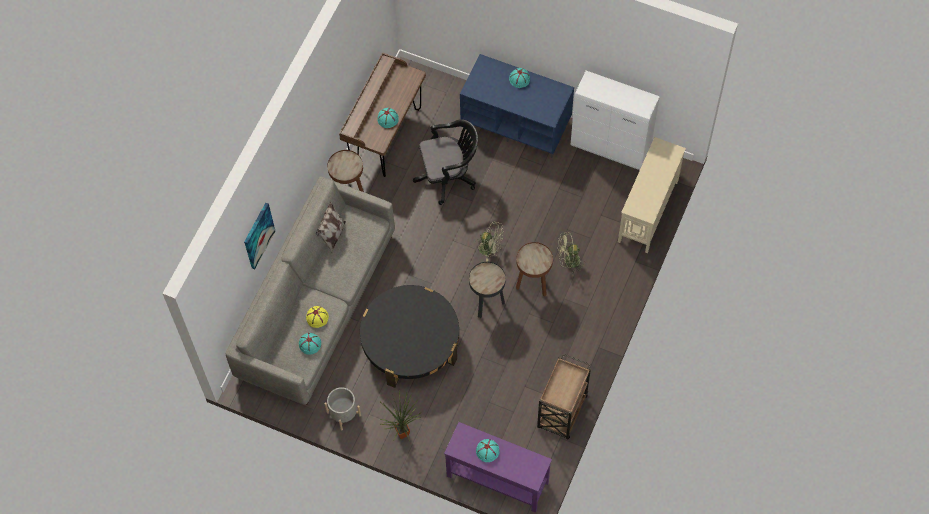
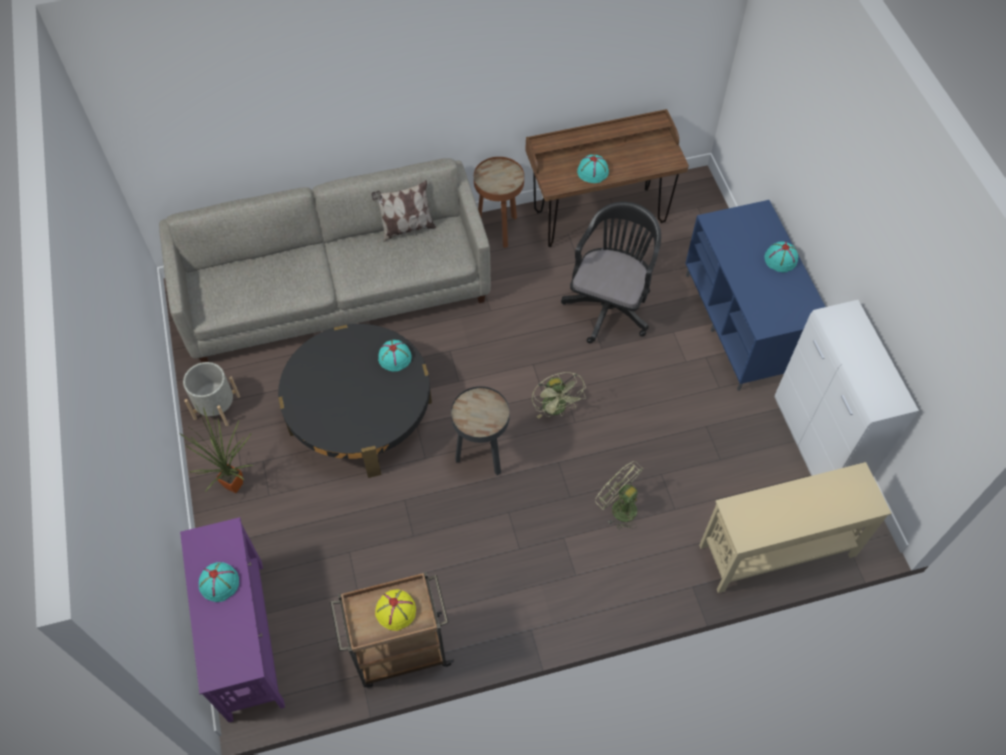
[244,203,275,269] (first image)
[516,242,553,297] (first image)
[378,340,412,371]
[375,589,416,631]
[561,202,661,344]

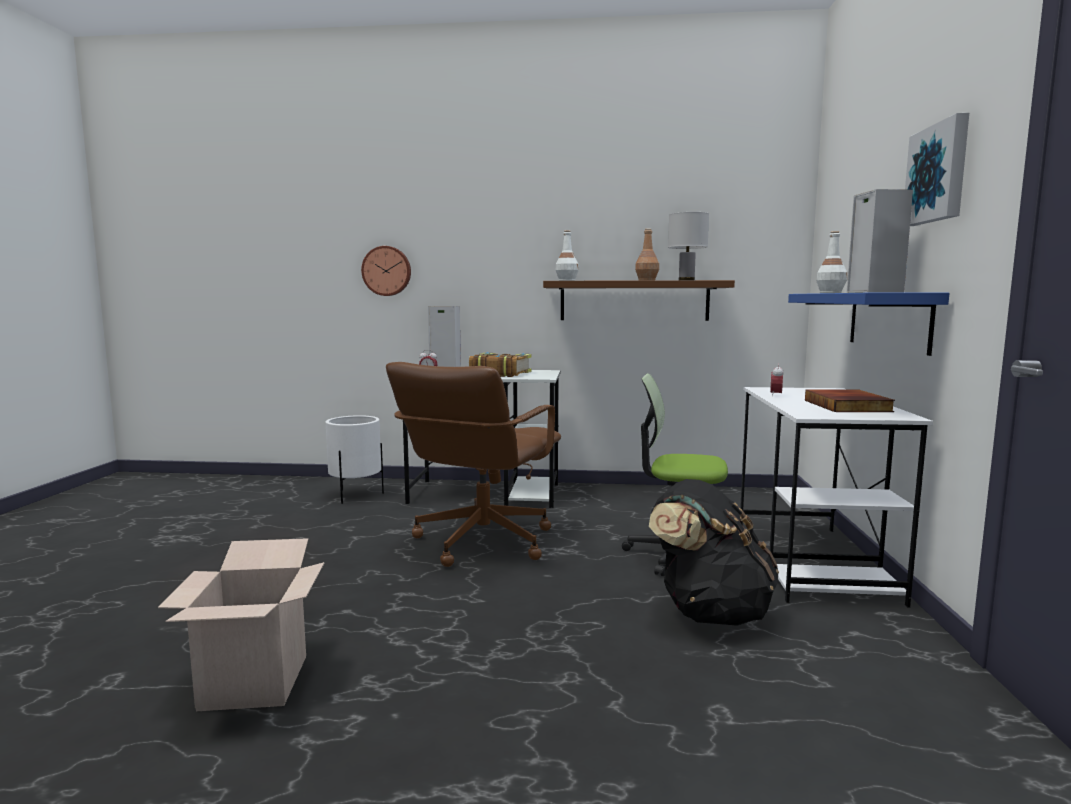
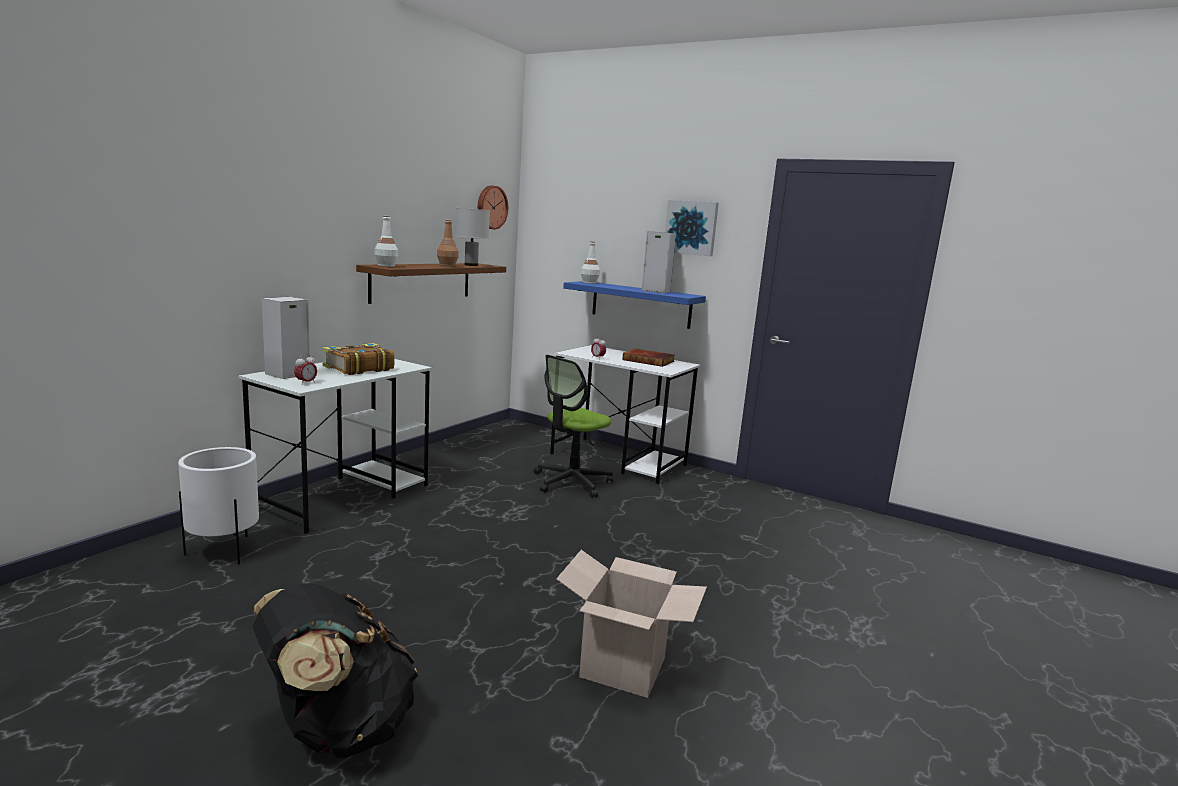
[386,362,561,567] (first image)
[478,186,508,229]
[252,583,418,758]

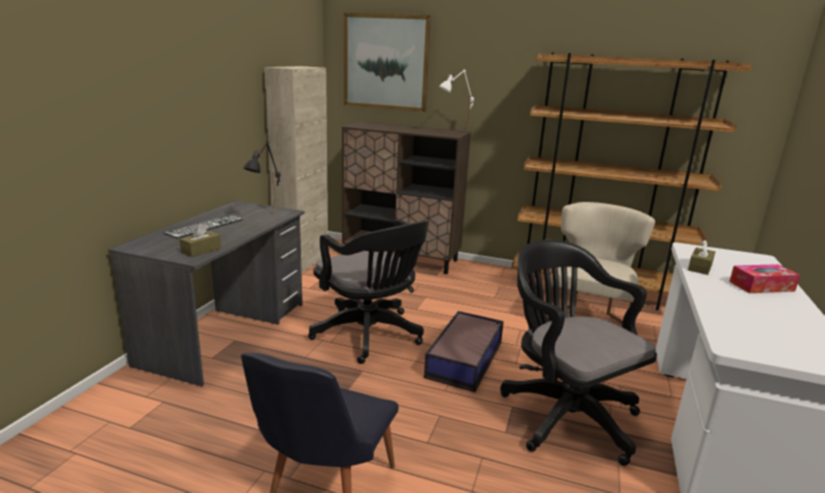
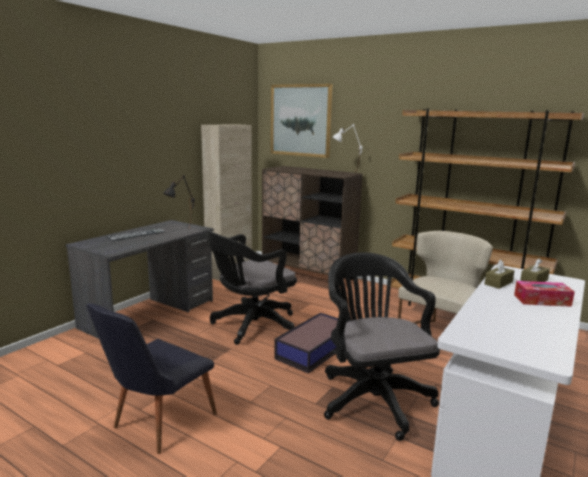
[520,258,550,282]
[207,230,297,345]

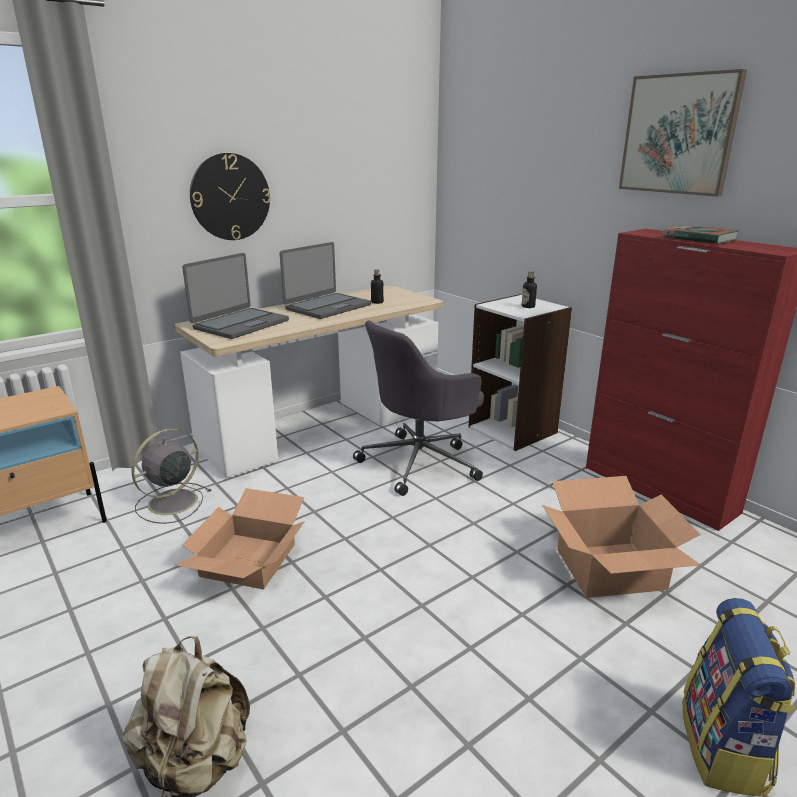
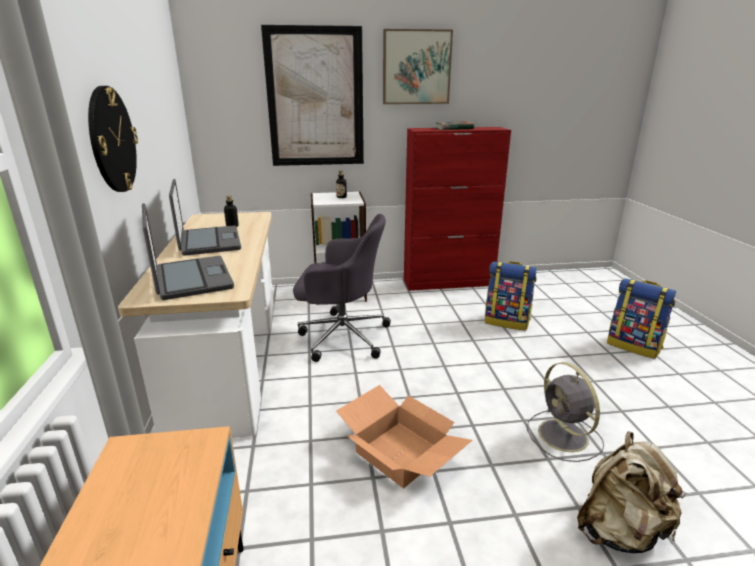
[261,25,364,166]
[527,362,604,462]
[485,261,537,330]
[293,214,391,362]

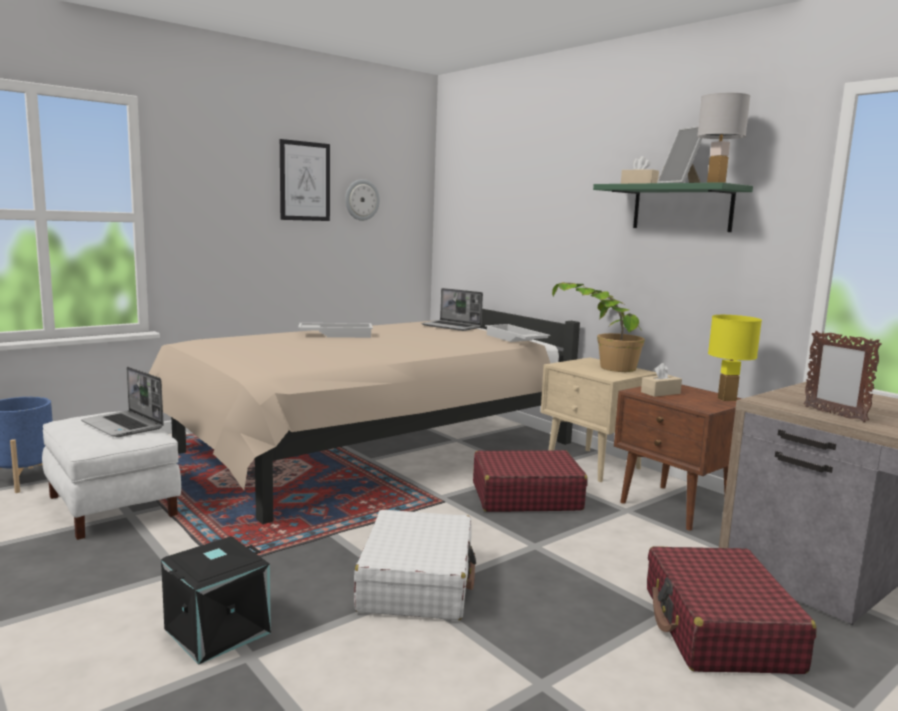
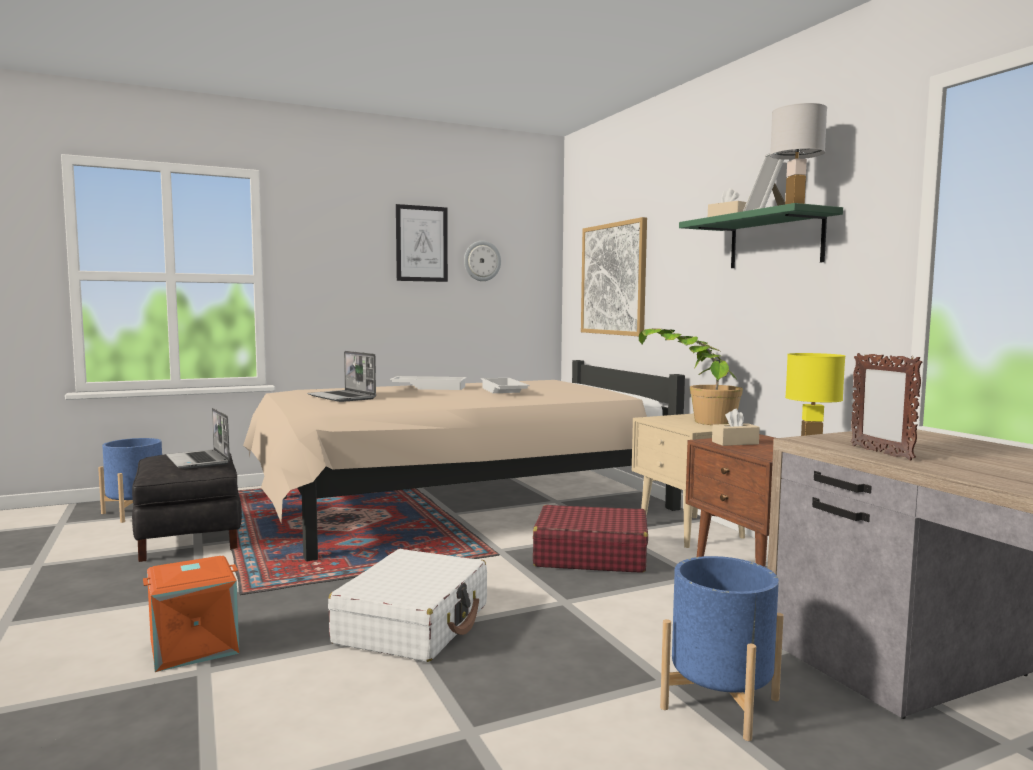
[581,217,647,336]
[307,351,376,402]
[481,378,530,393]
[660,556,784,741]
[132,453,242,562]
[143,556,239,672]

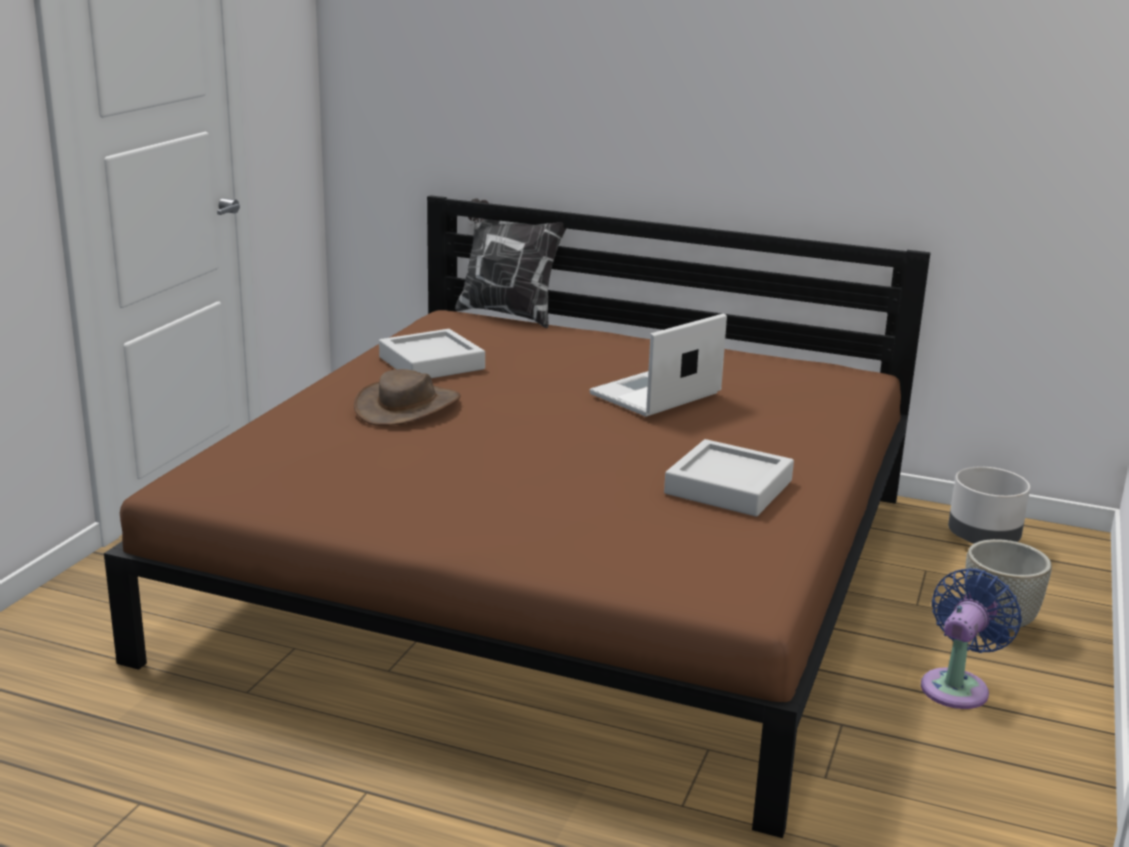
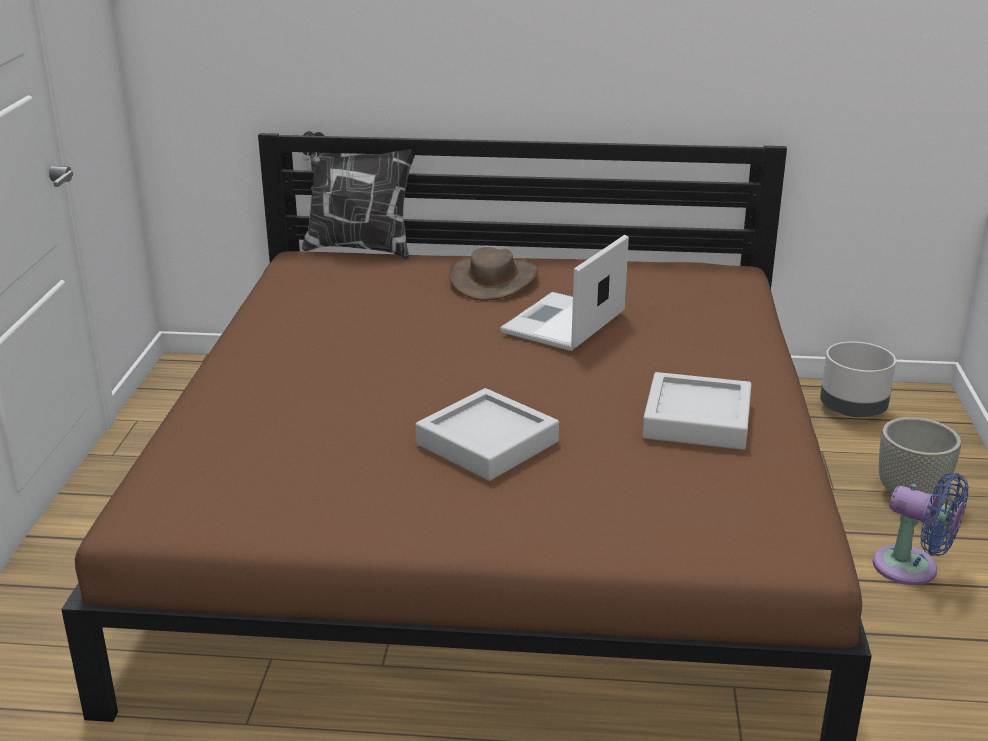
[449,247,538,301]
[415,388,559,481]
[873,473,969,585]

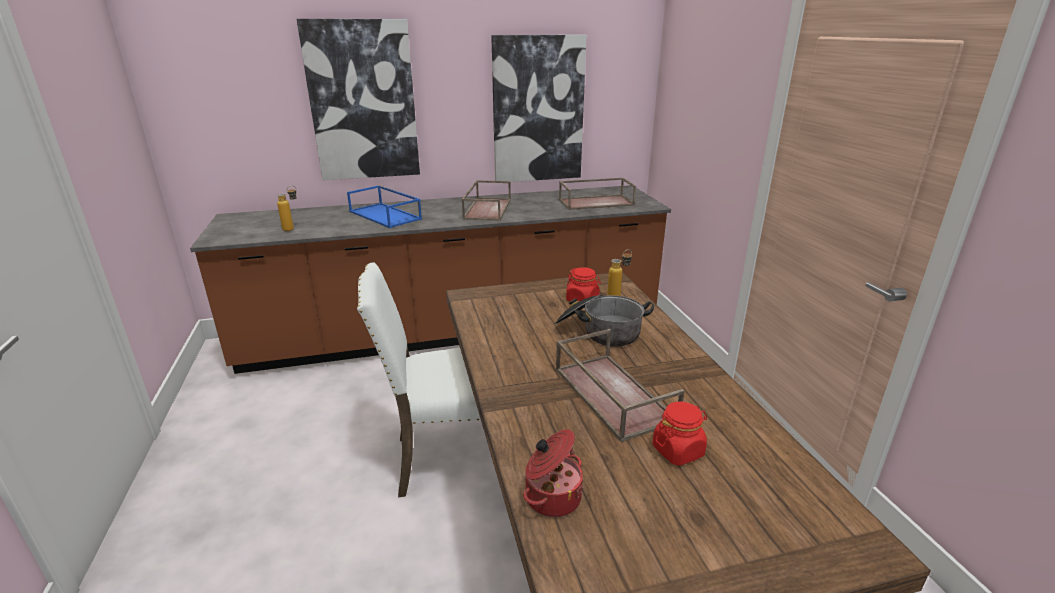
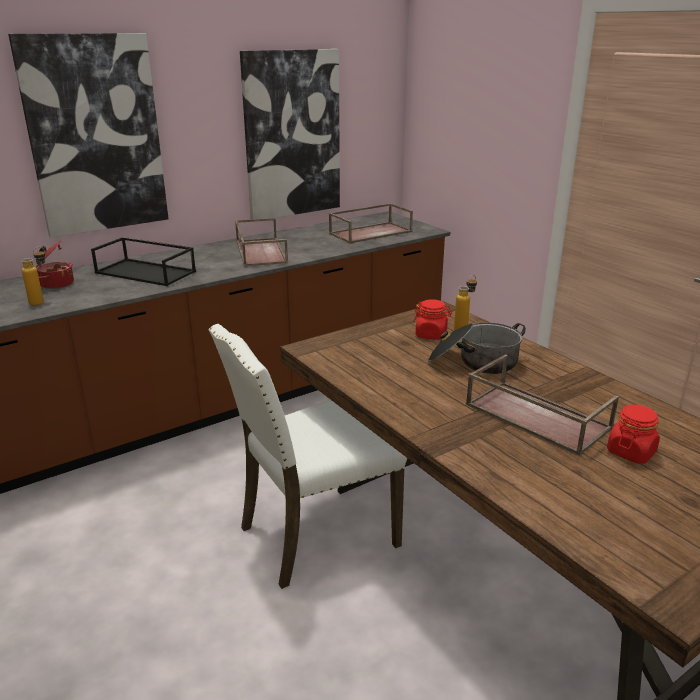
[36,241,74,289]
[91,237,196,286]

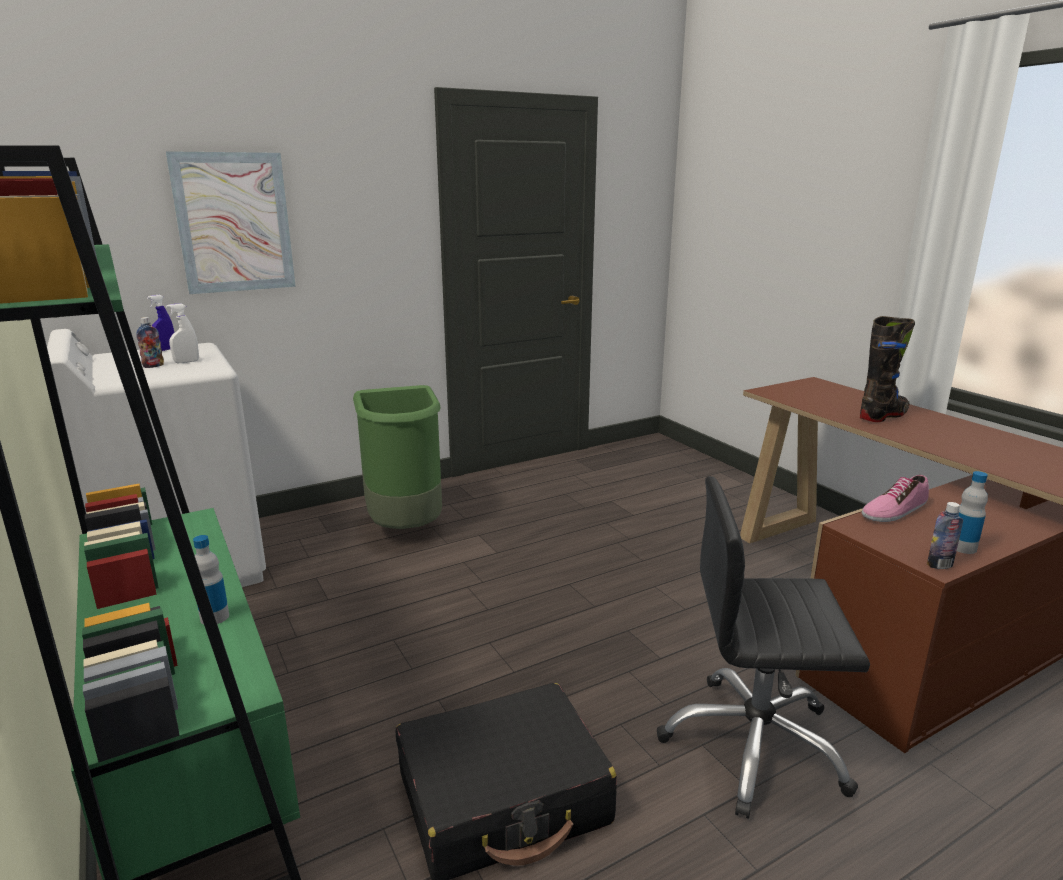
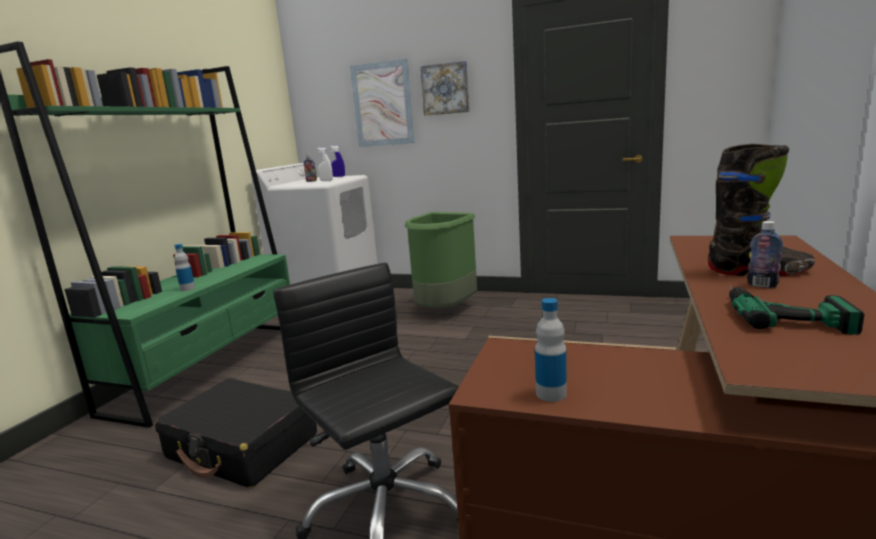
[862,475,929,522] (first image)
[420,61,470,116]
[729,286,865,335]
[747,221,783,288]

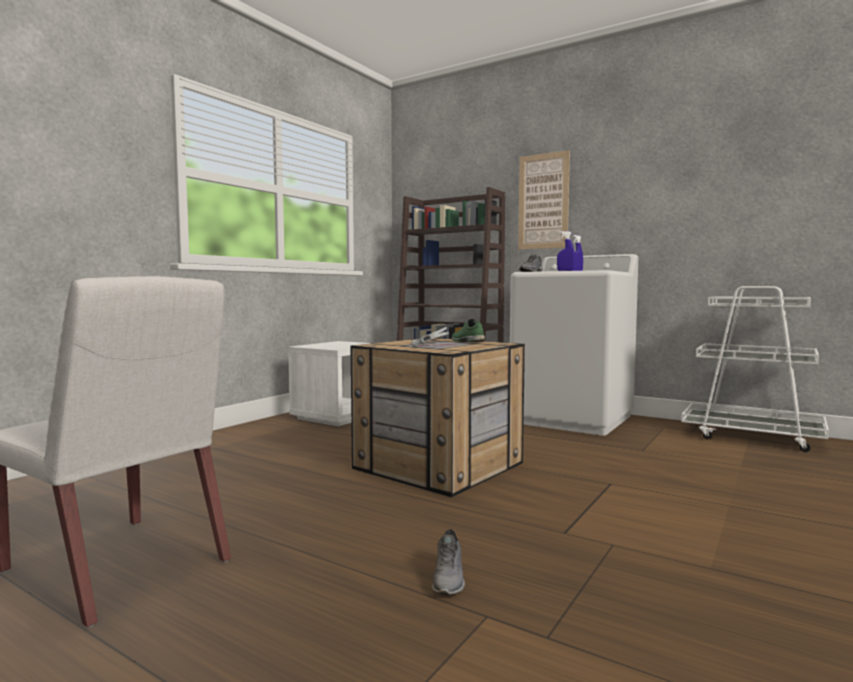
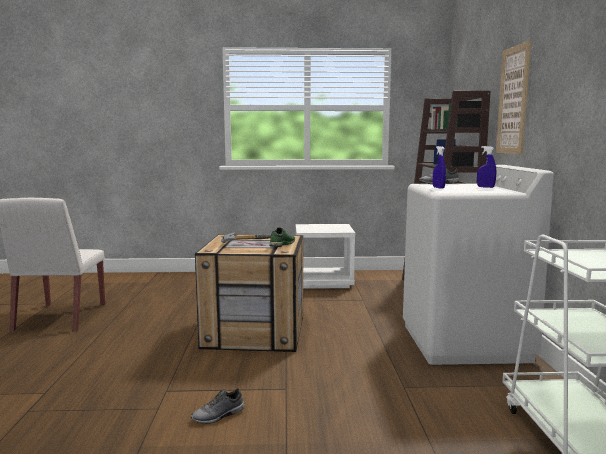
[191,389,245,424]

